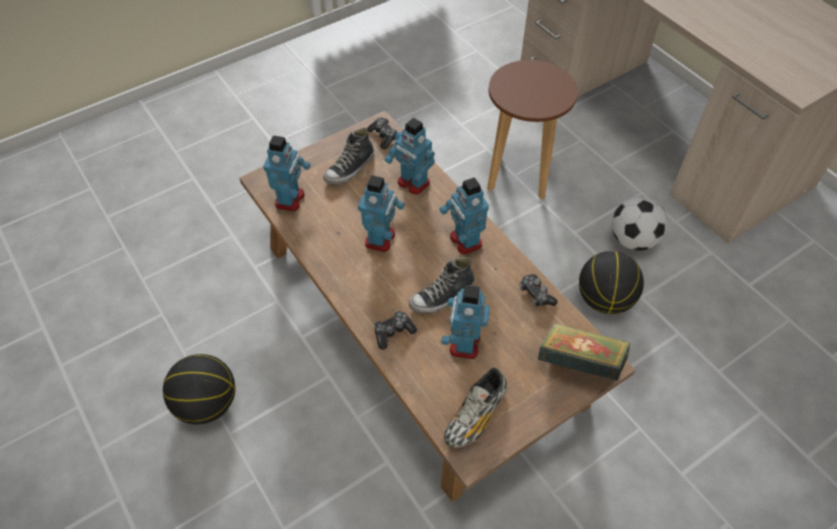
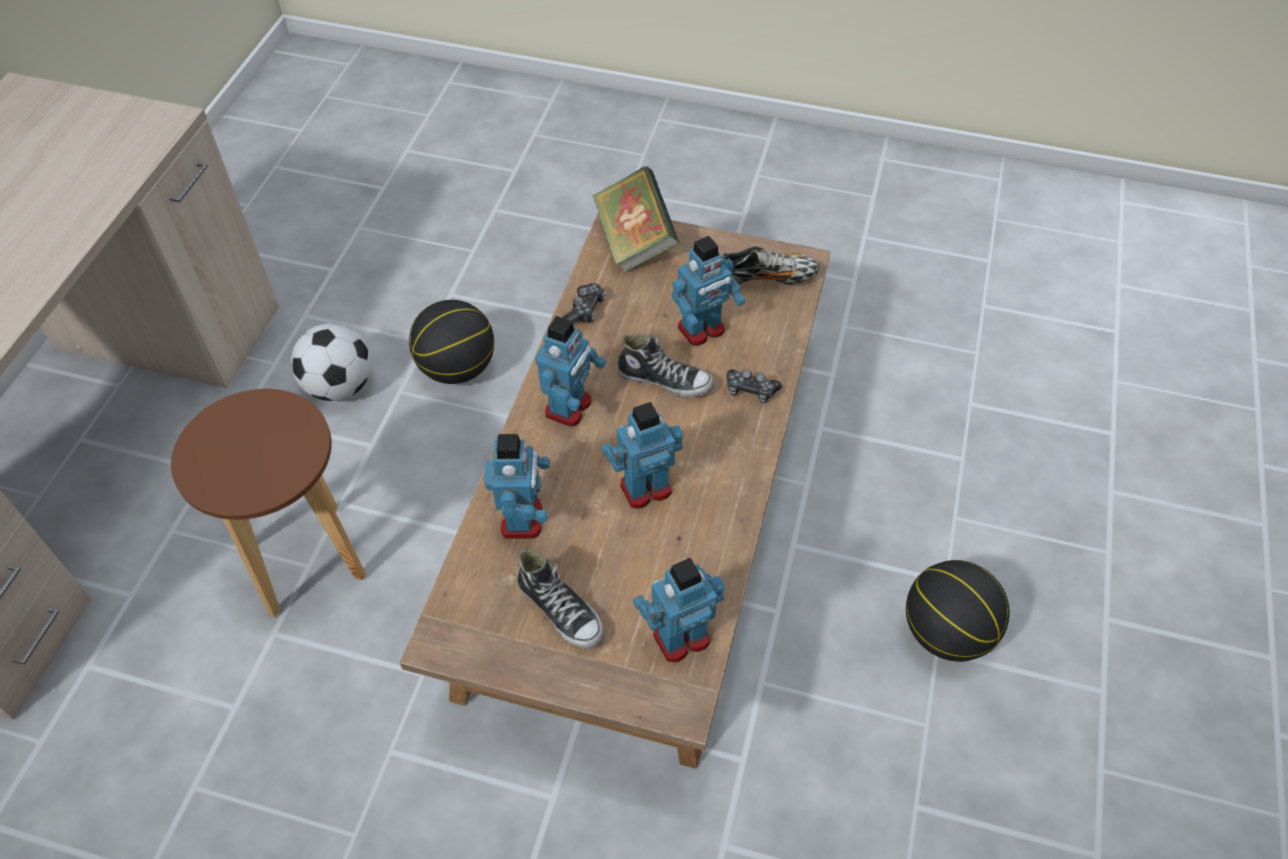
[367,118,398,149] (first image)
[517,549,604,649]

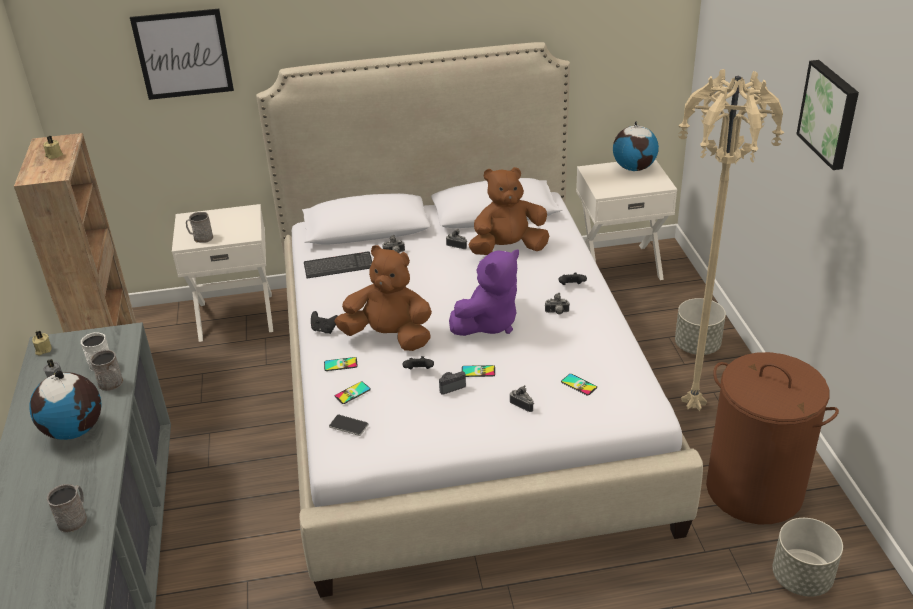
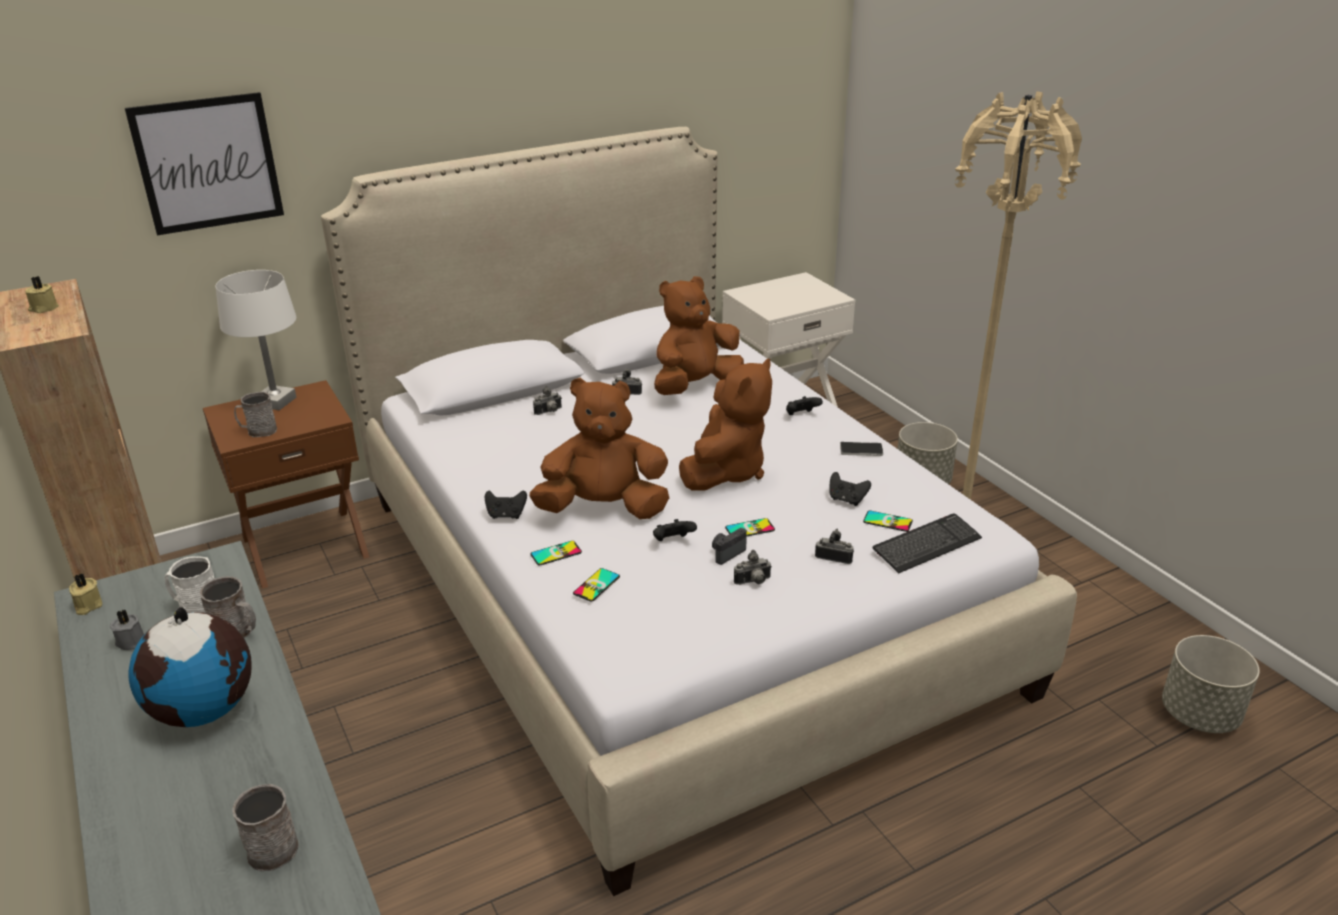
[613,121,659,171] (first image)
[706,352,839,524] (first image)
[796,60,859,170] (first image)
[215,270,297,410]
[830,472,871,506]
[873,513,982,573]
[840,442,883,456]
[734,550,772,585]
[203,380,369,589]
[679,358,772,491]

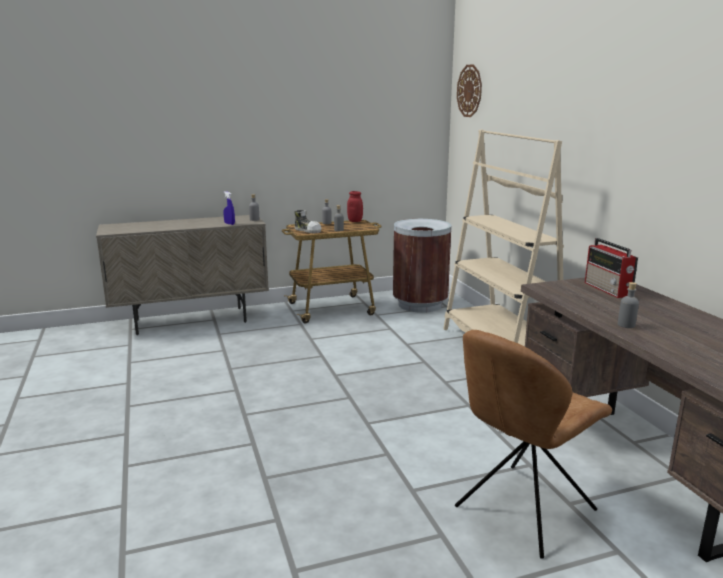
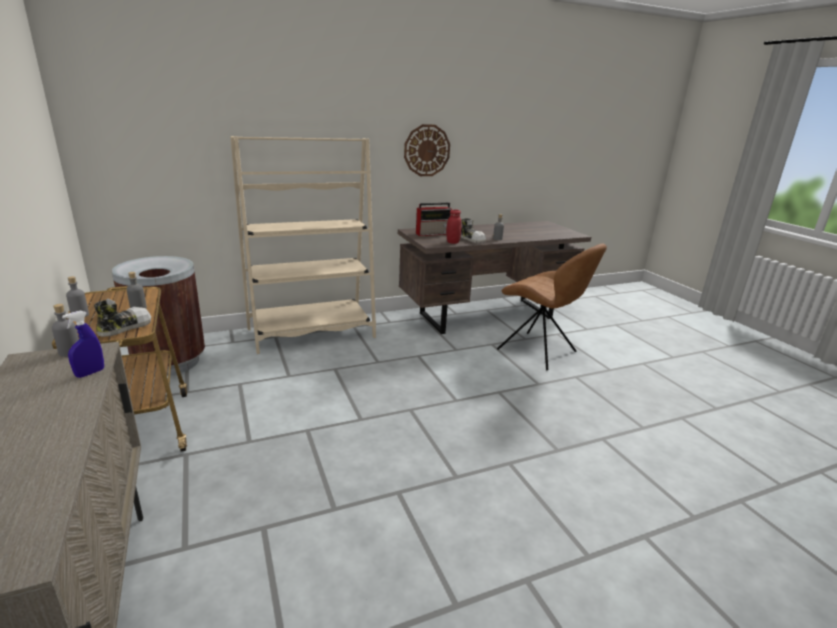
[461,218,486,244]
[446,209,462,244]
[404,124,450,176]

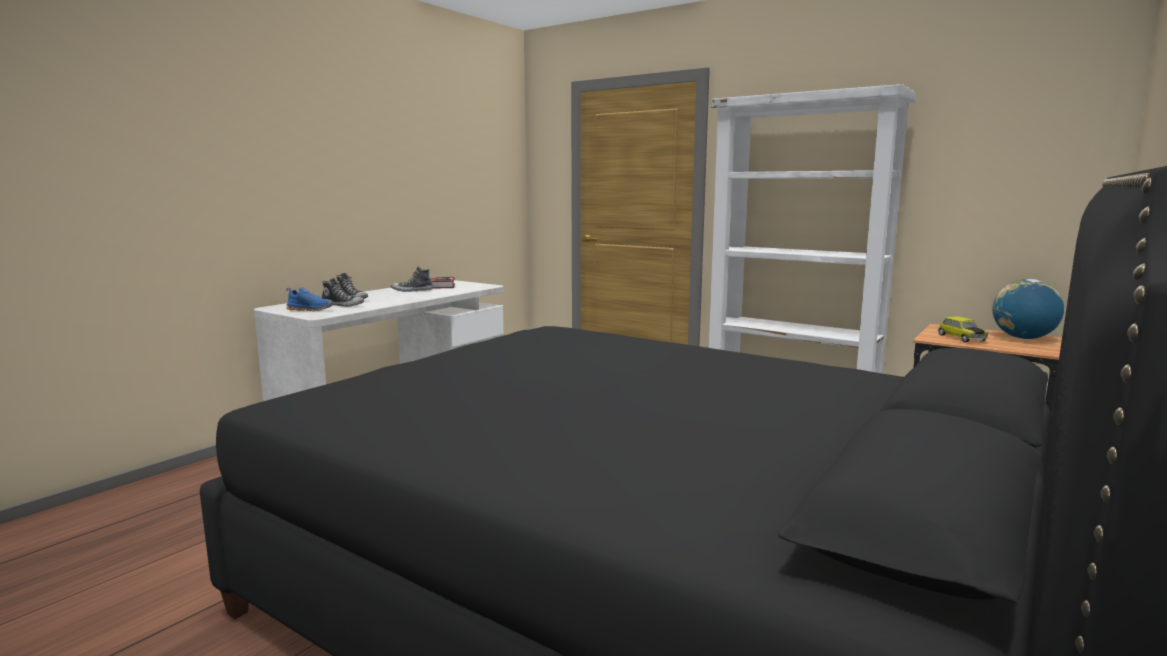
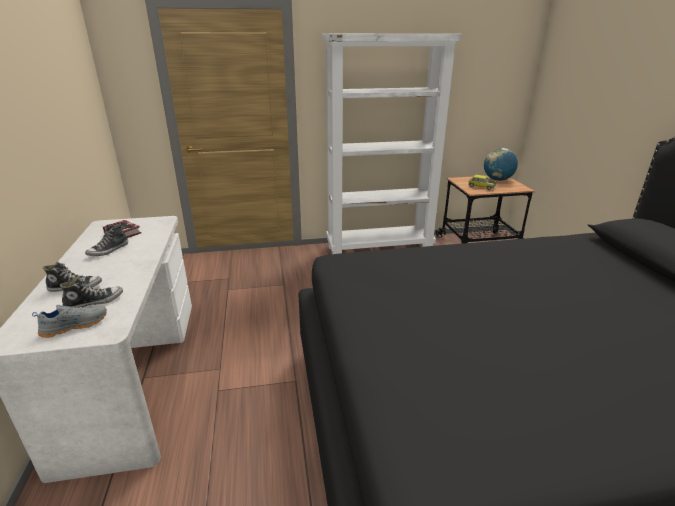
[32,305,107,338]

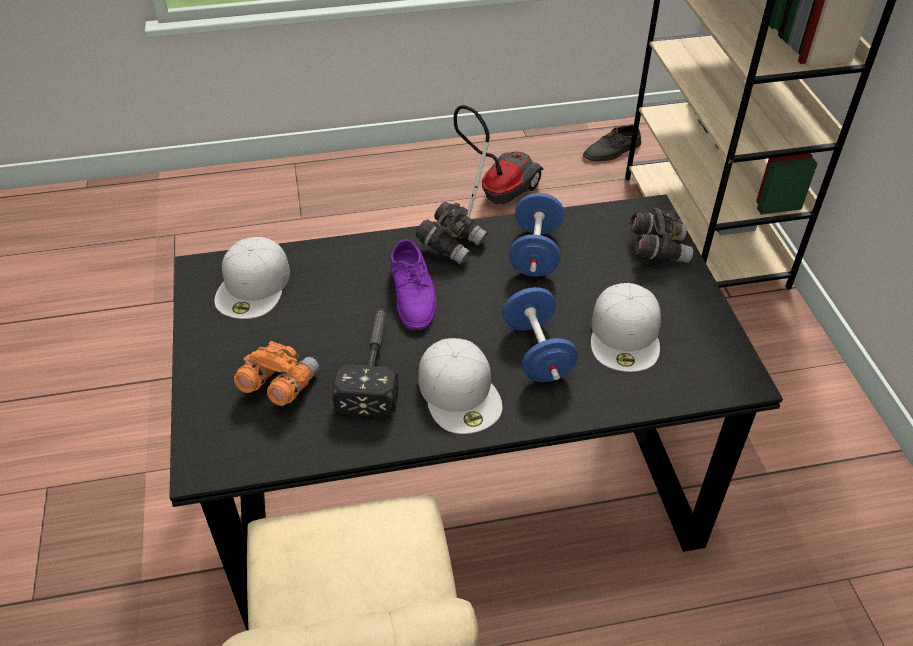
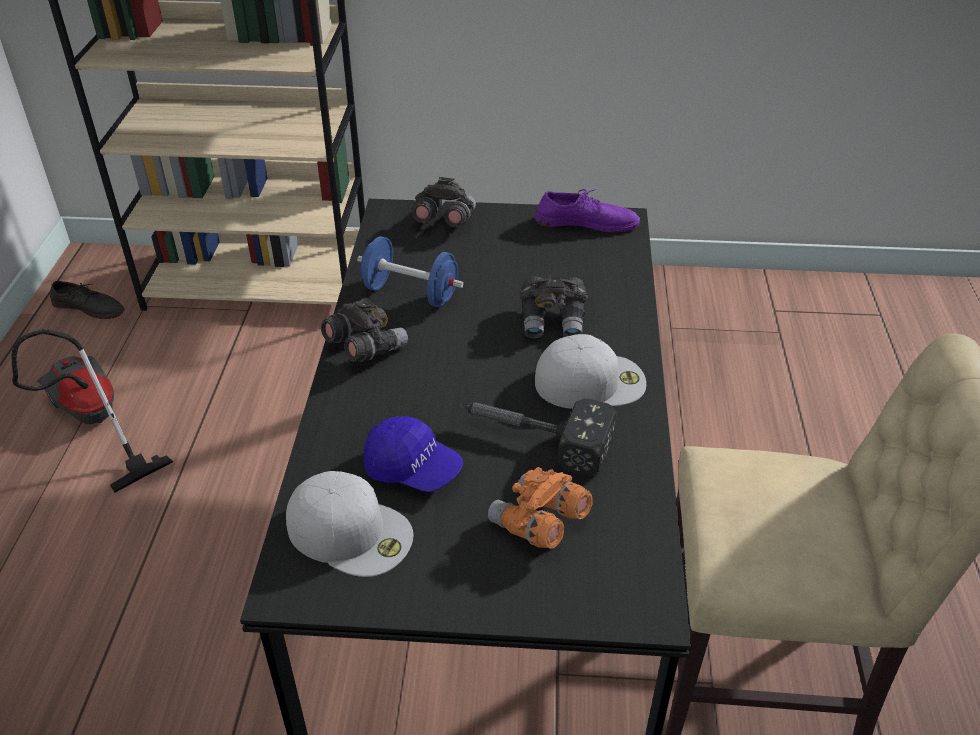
[591,283,661,372] (first image)
[364,416,463,492]
[535,189,640,232]
[520,273,588,338]
[50,281,124,319]

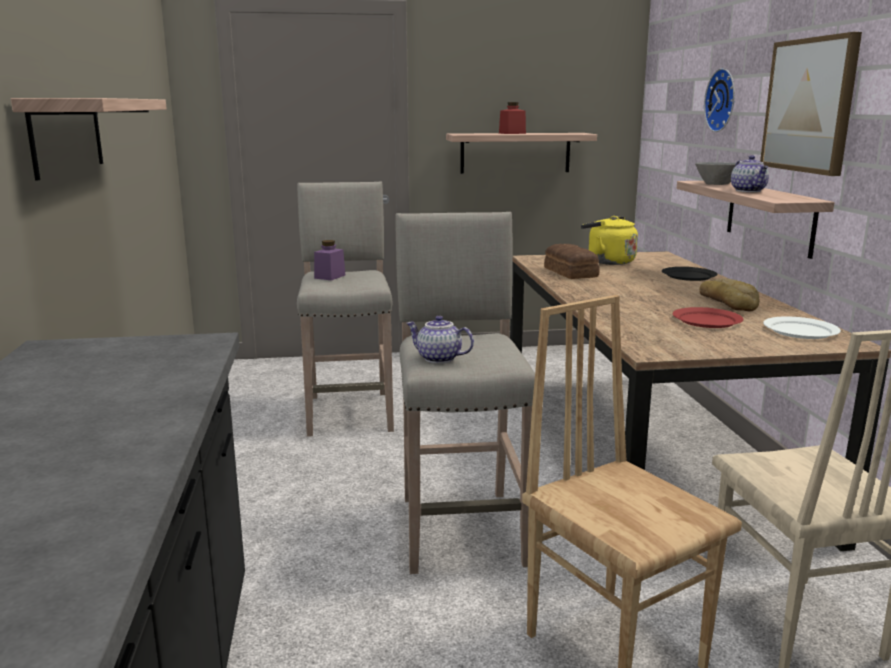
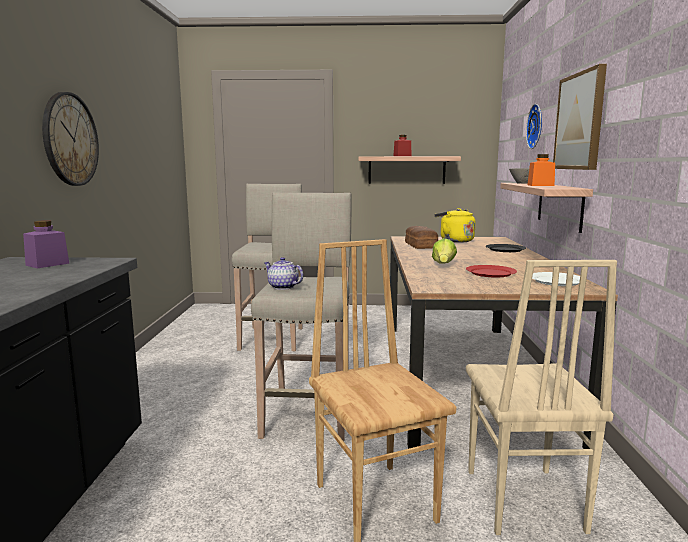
[699,279,759,312] (first image)
[432,238,457,264]
[23,220,69,268]
[42,92,99,186]
[527,154,555,186]

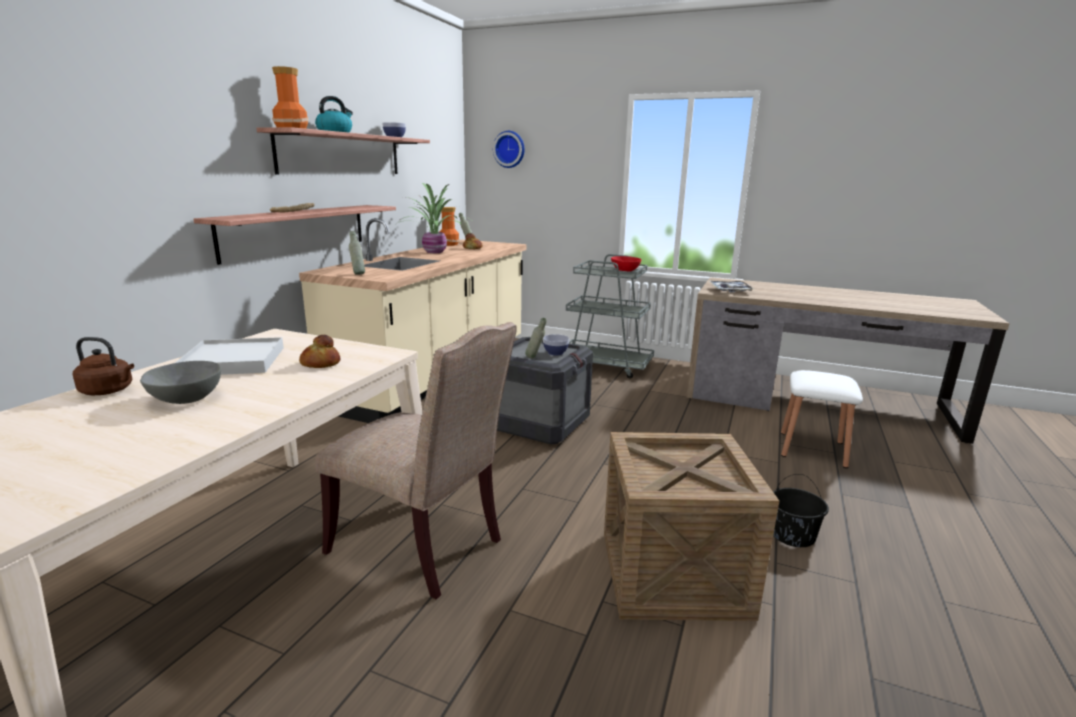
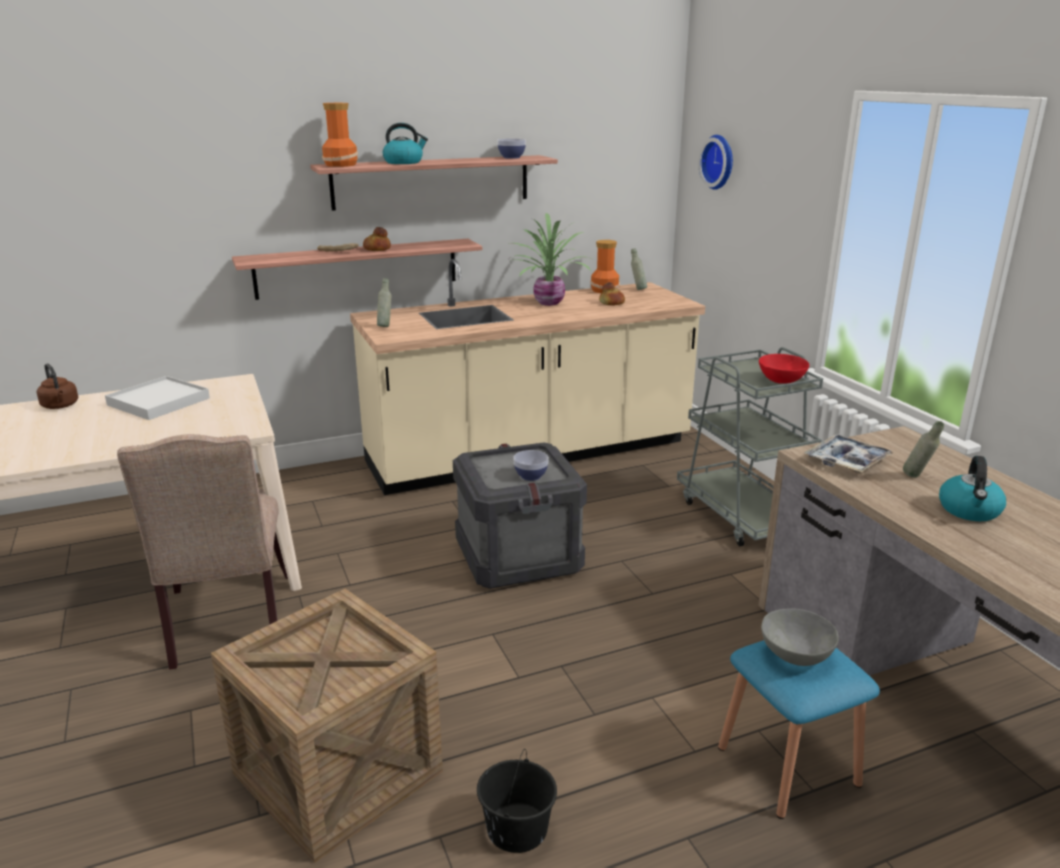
[939,456,1006,521]
[761,608,839,666]
[363,227,391,251]
[903,421,944,478]
[718,640,880,819]

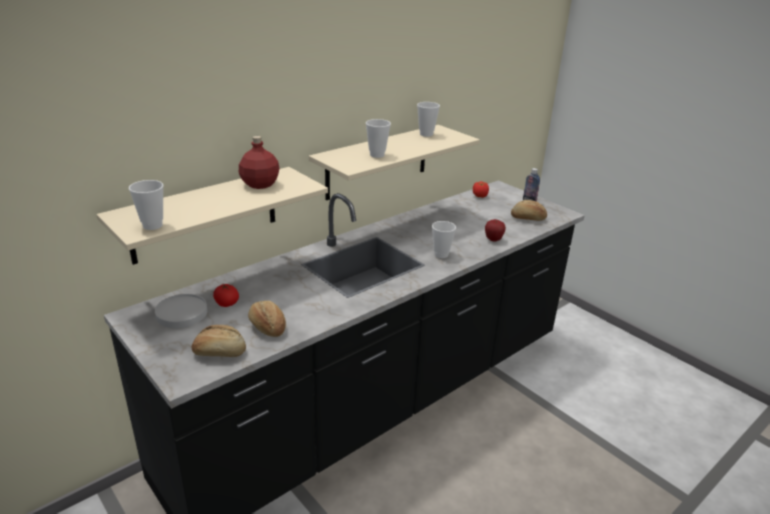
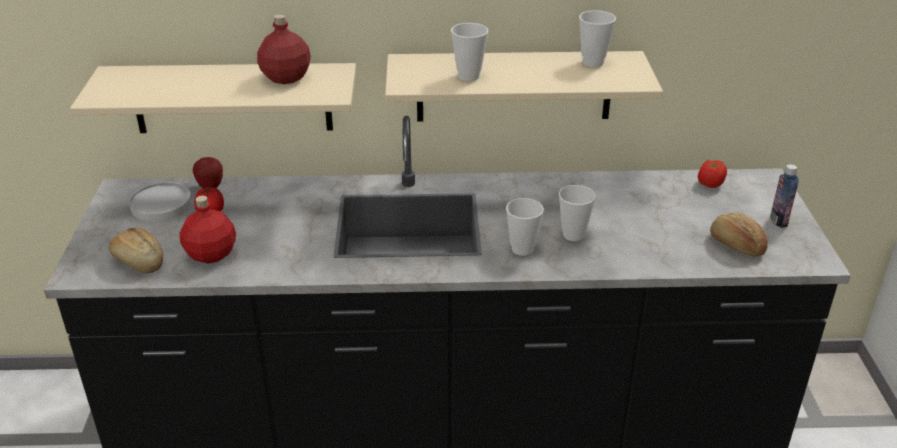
[559,185,596,241]
[193,157,223,188]
[180,196,236,264]

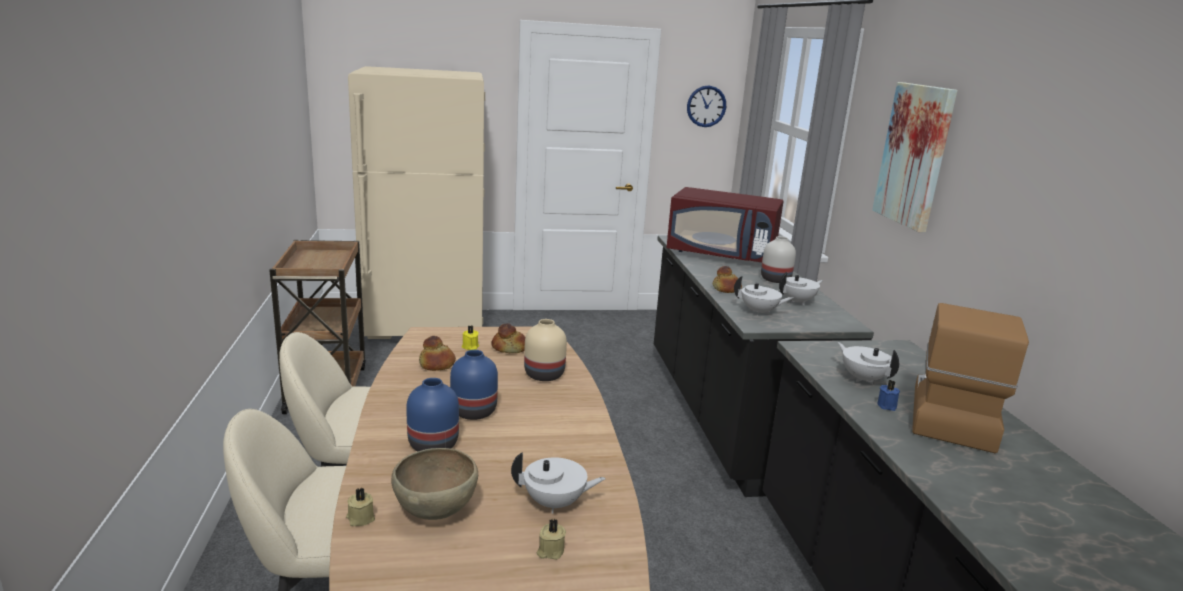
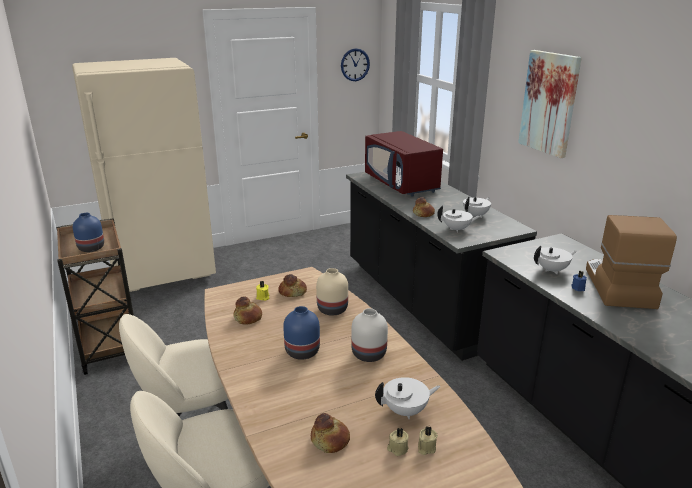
[387,428,409,456]
[73,213,104,252]
[351,308,388,362]
[311,413,350,453]
[365,131,443,196]
[534,246,577,274]

